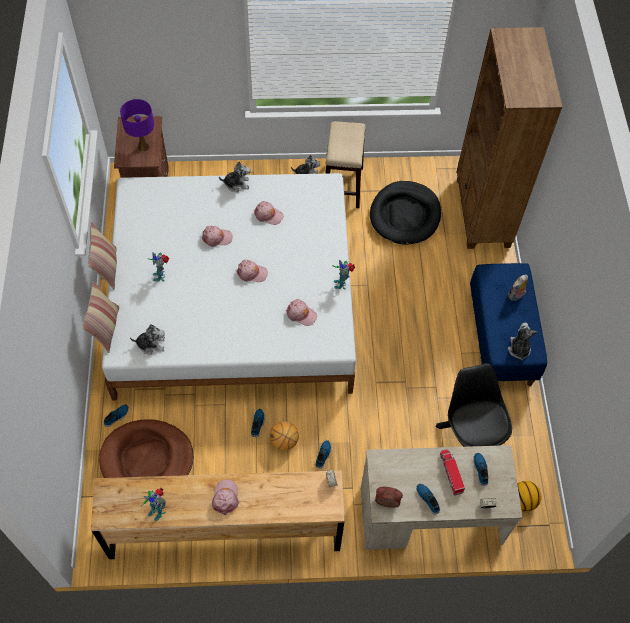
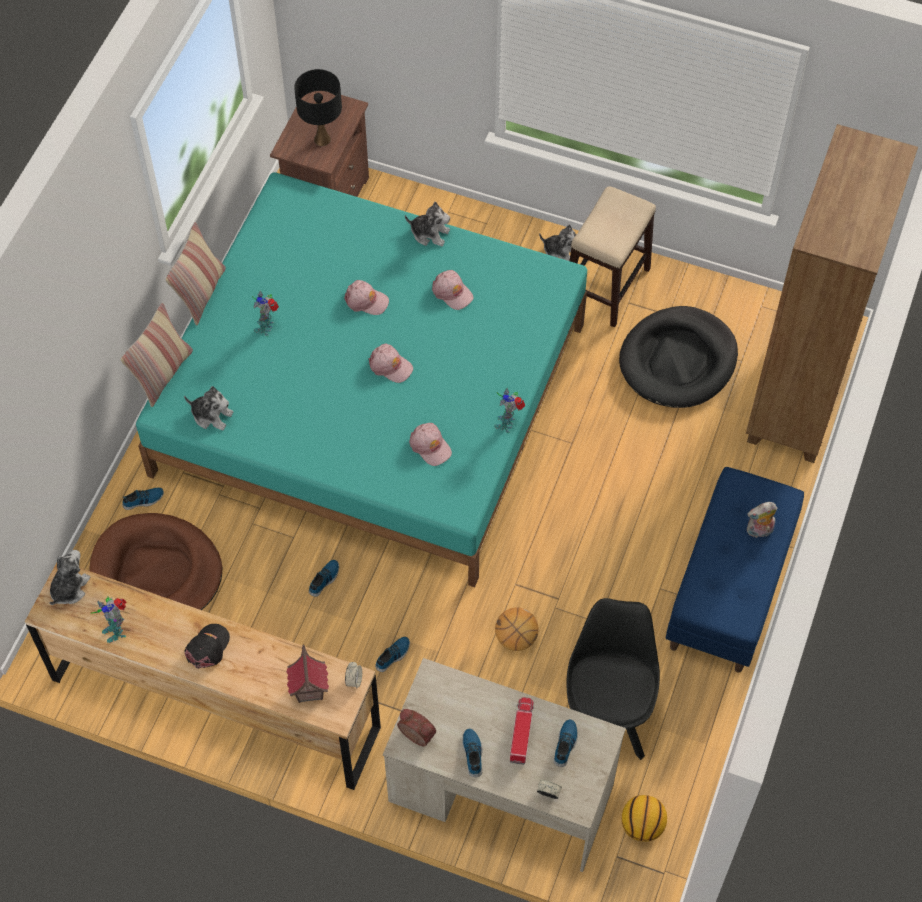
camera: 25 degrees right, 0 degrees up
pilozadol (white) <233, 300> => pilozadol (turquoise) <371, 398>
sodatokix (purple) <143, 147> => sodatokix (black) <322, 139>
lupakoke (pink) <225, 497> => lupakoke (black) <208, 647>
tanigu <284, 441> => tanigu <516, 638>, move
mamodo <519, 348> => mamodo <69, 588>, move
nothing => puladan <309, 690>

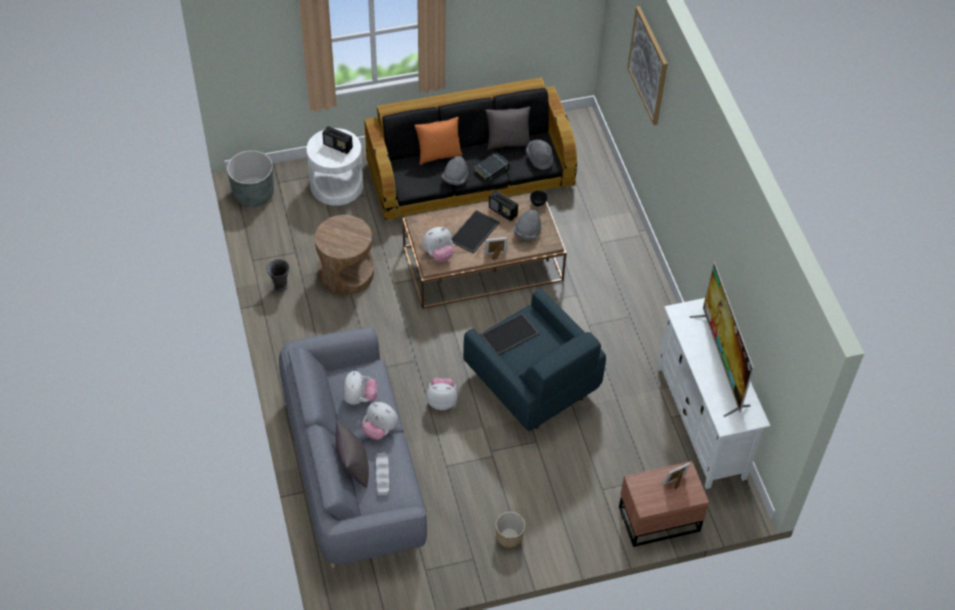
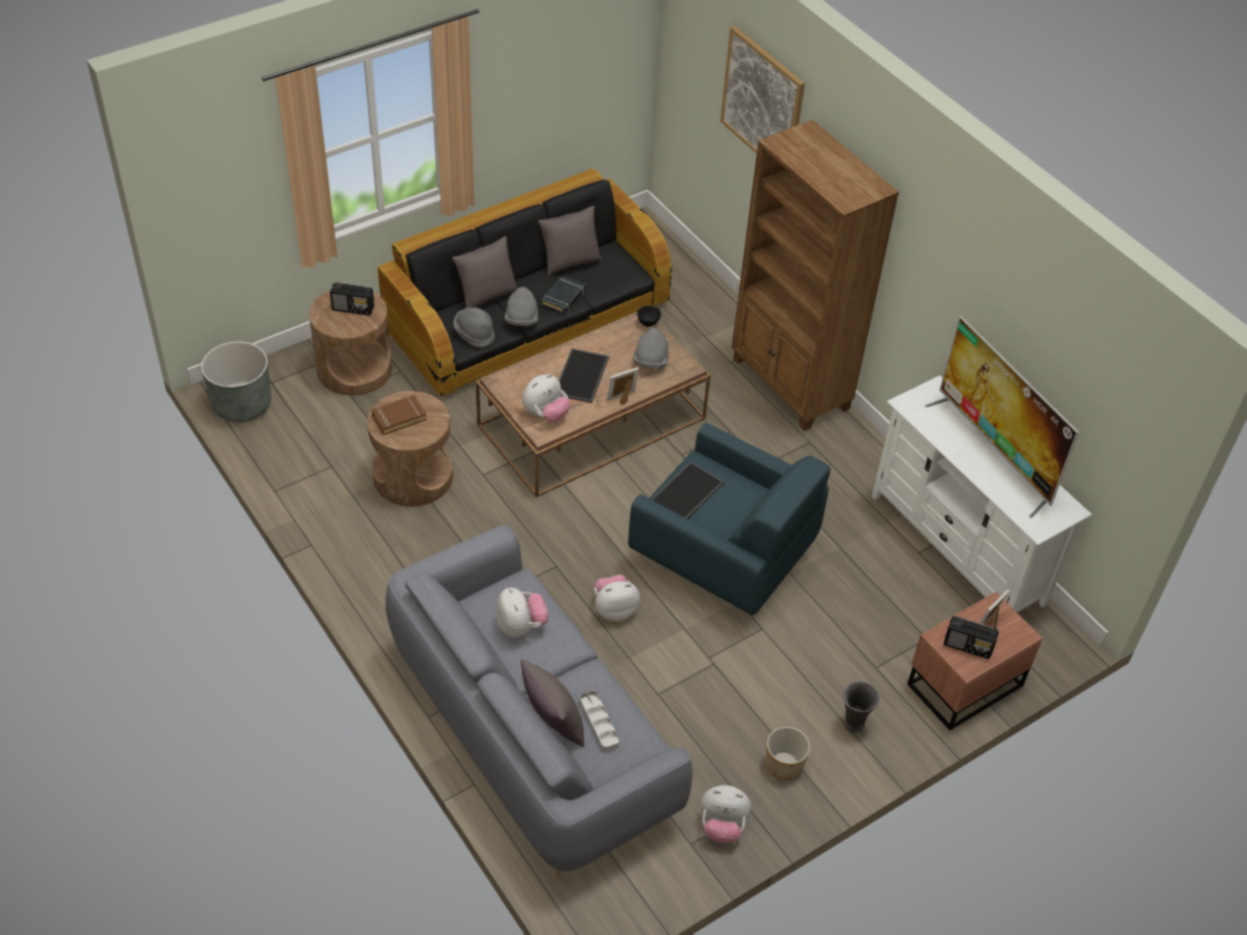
camera: 20 degrees left, 5 degrees down
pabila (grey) <280, 287> => pabila (grey) <853, 724>, move
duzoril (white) <337, 185> => duzoril (brown) <354, 368>
mamodo <380, 429> => mamodo <722, 826>, move
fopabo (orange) <438, 155> => fopabo (grey) <486, 296>
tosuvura <503, 211> => tosuvura <968, 646>, move
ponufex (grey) <539, 158> => ponufex (grey) <474, 334>, move
nothing => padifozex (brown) <399, 417>
nothing => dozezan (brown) <790, 384>

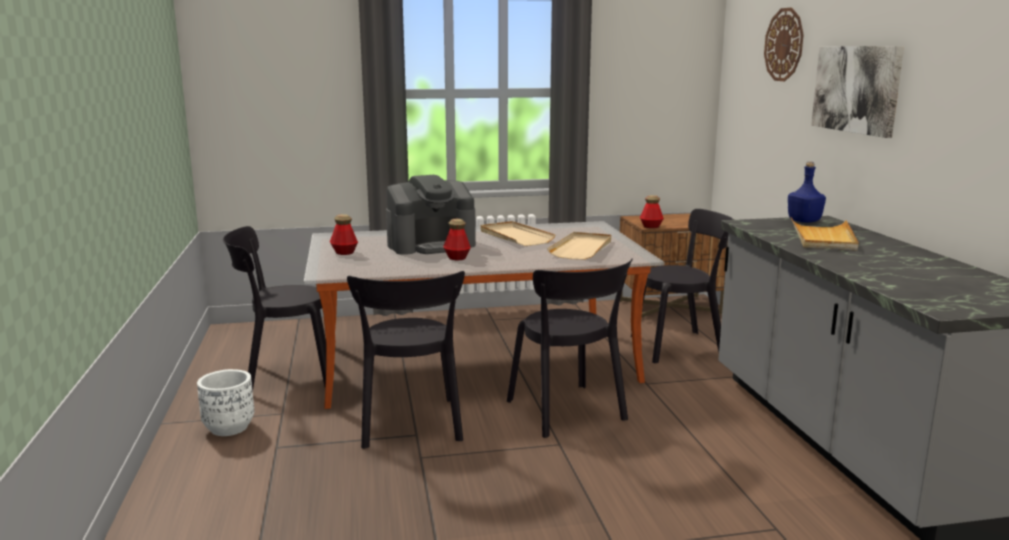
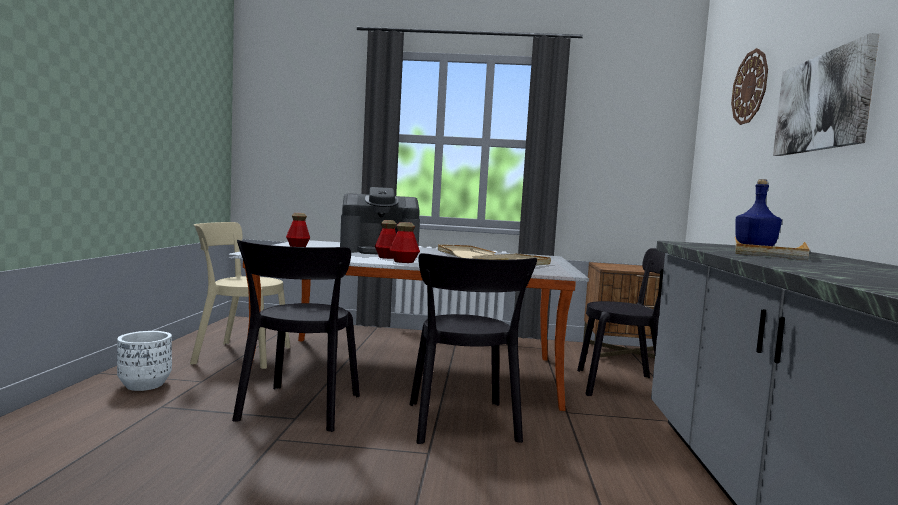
camera: 15 degrees right, 10 degrees down
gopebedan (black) <283, 375> => gopebedan (beige) <238, 355>
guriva <651, 226> => guriva <403, 262>, move

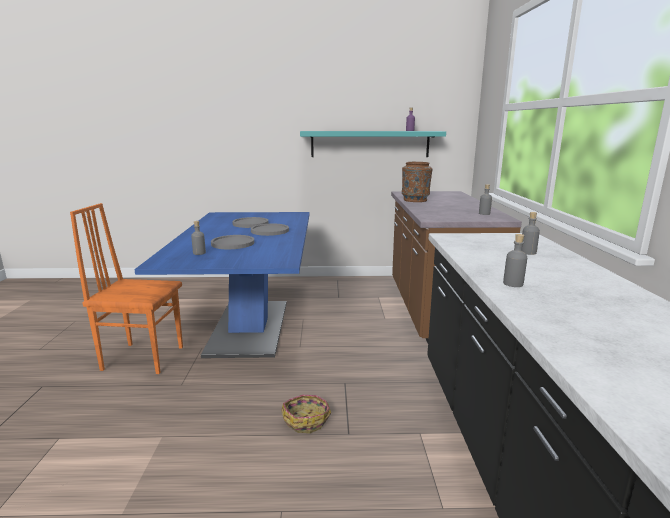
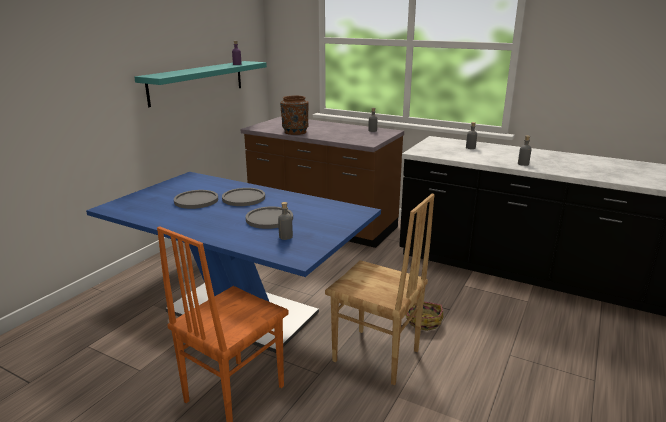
camera: 60 degrees left, 5 degrees up
nothing => gopebedan (brown) <376, 357>

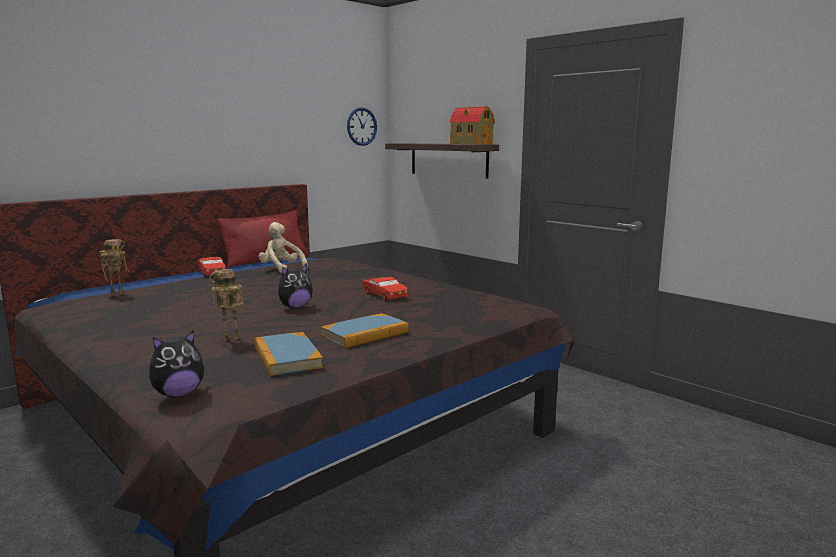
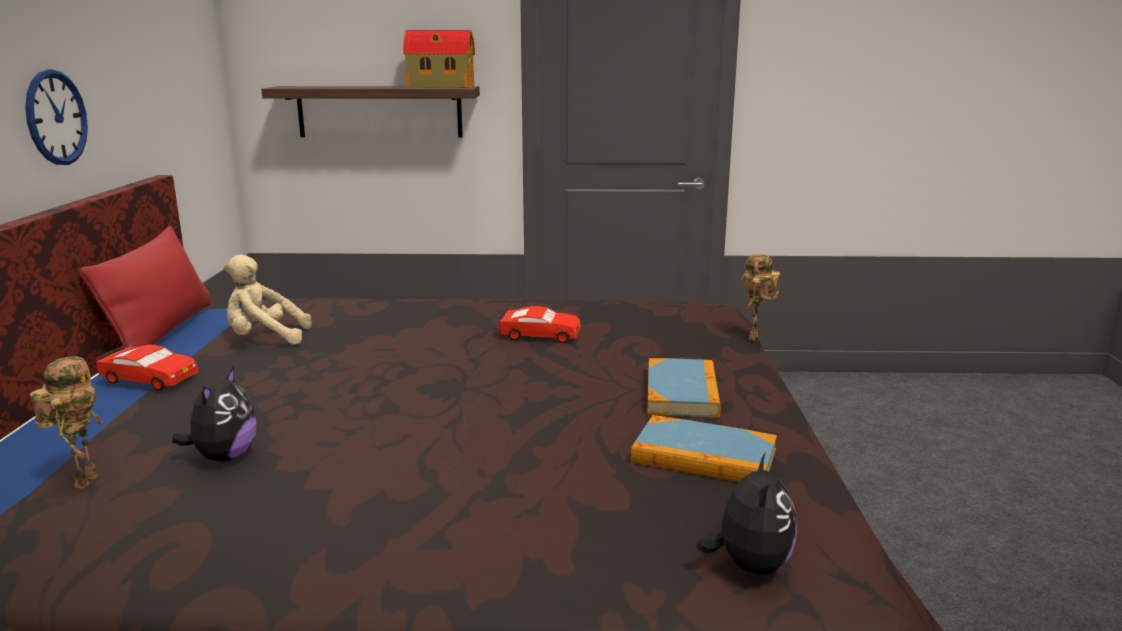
camera: 45 degrees left, 5 degrees up
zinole <230, 339> => zinole <755, 338>, move
mamodo <295, 307> => mamodo <224, 457>, move
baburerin <361, 126> => baburerin <56, 118>, move

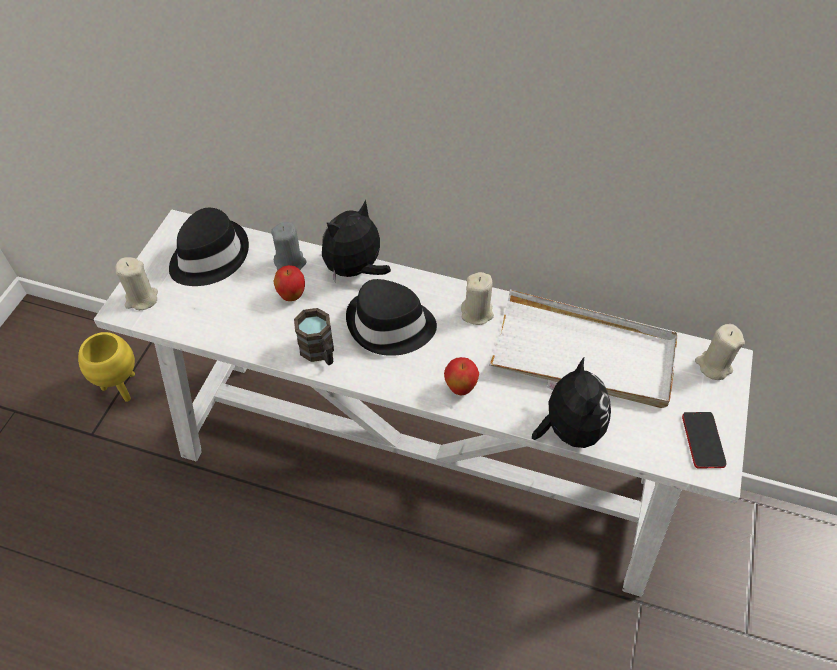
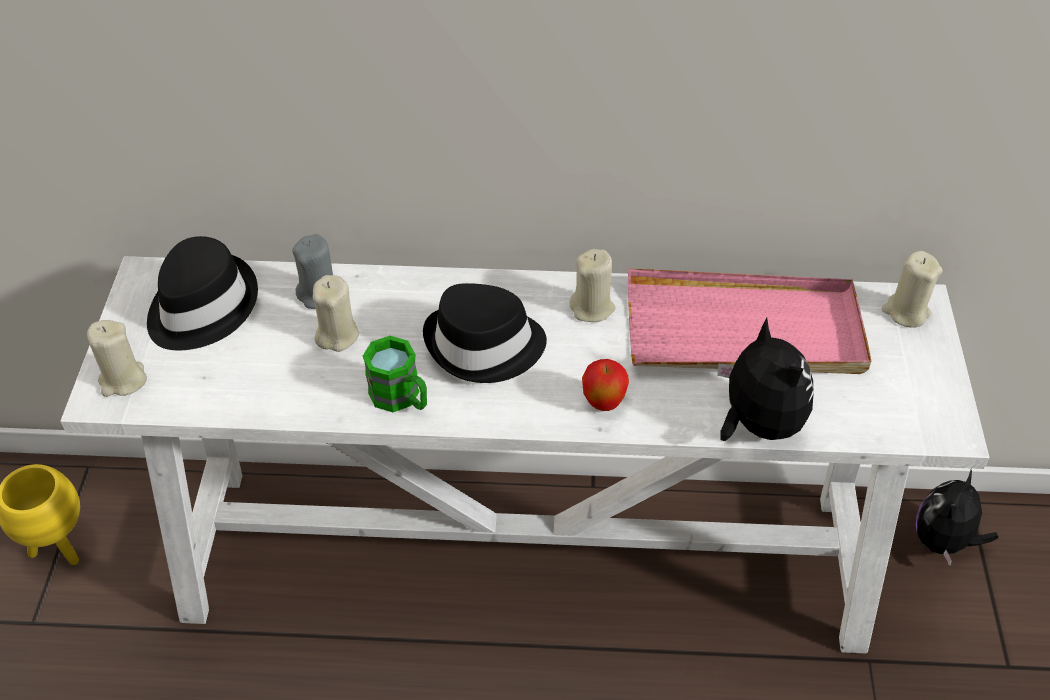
camera: 15 degrees left, 5 degrees down
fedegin <292, 296> => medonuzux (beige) <337, 335>
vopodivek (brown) <320, 352> => vopodivek (green) <401, 398>
mamodo <355, 270> => mamodo <943, 541>, move
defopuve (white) <583, 354> => defopuve (pink) <744, 331>
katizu <703, 440> => nothing

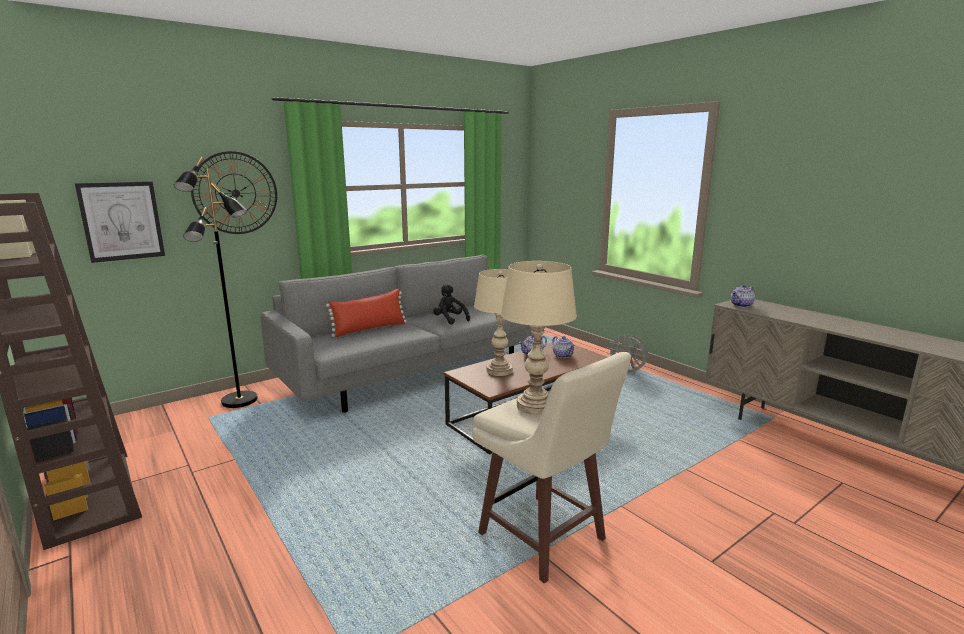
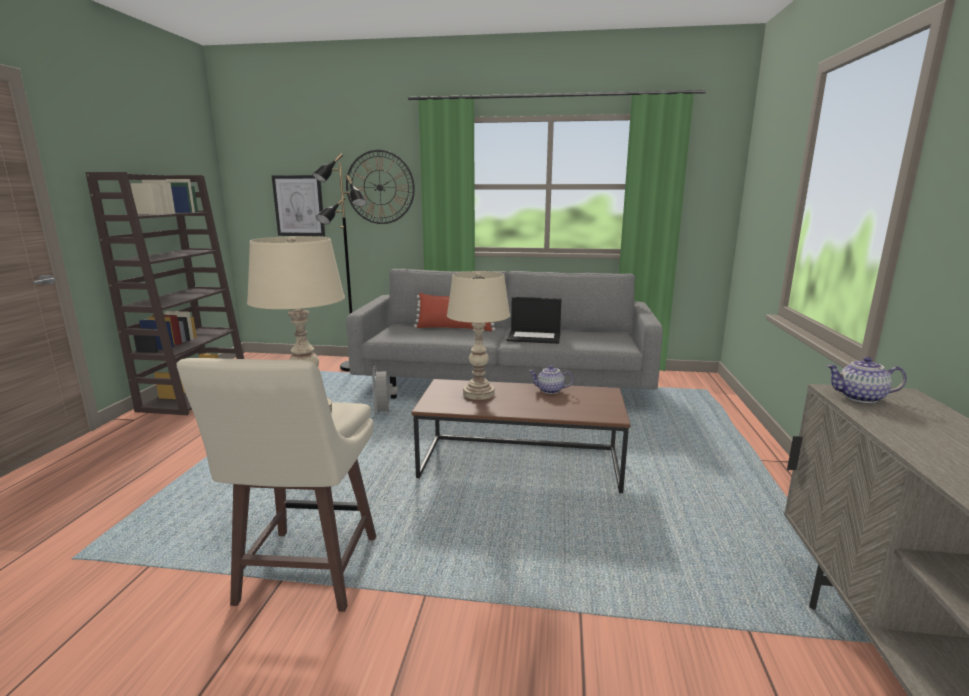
camera: 45 degrees right, 0 degrees up
mamodo (black) <450, 320> => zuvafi <534, 337>
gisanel <563, 355> => nothing
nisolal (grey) <627, 372> => nisolal (grey) <384, 414>, move

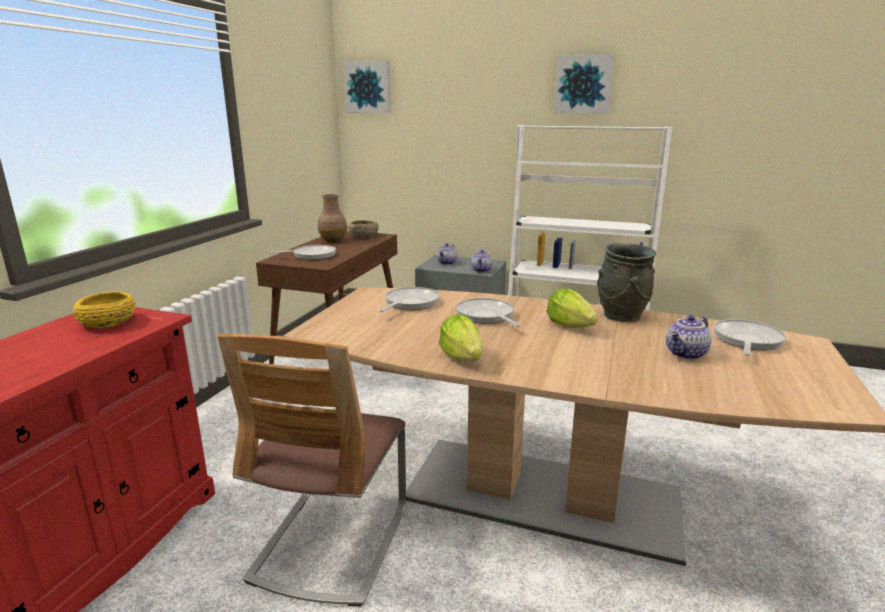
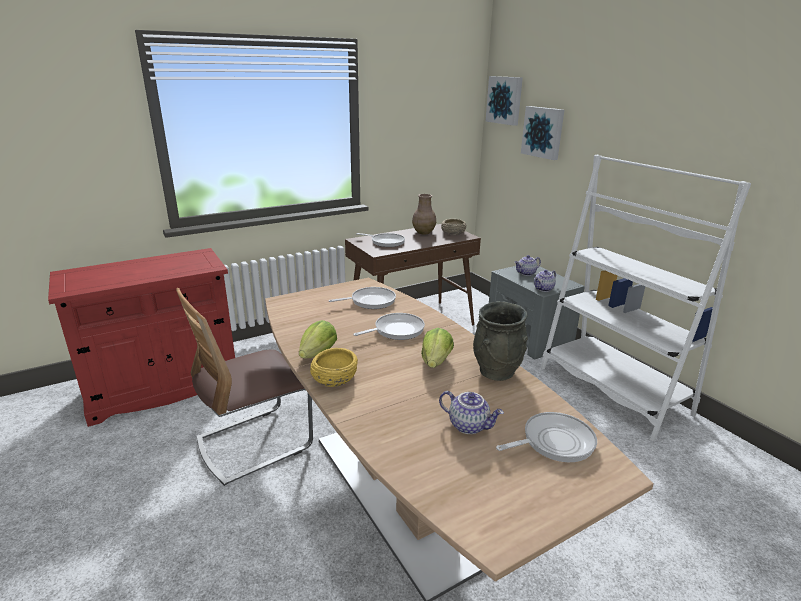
camera: 40 degrees right, 5 degrees up
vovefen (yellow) <107, 322> => vovefen (yellow) <334, 377>, move
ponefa <486, 316> => ponefa <396, 330>, 45 degrees clockwise
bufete <583, 84> => bufete <543, 132>, move
gisanel <686, 354> => gisanel <469, 425>, 150 degrees counterclockwise

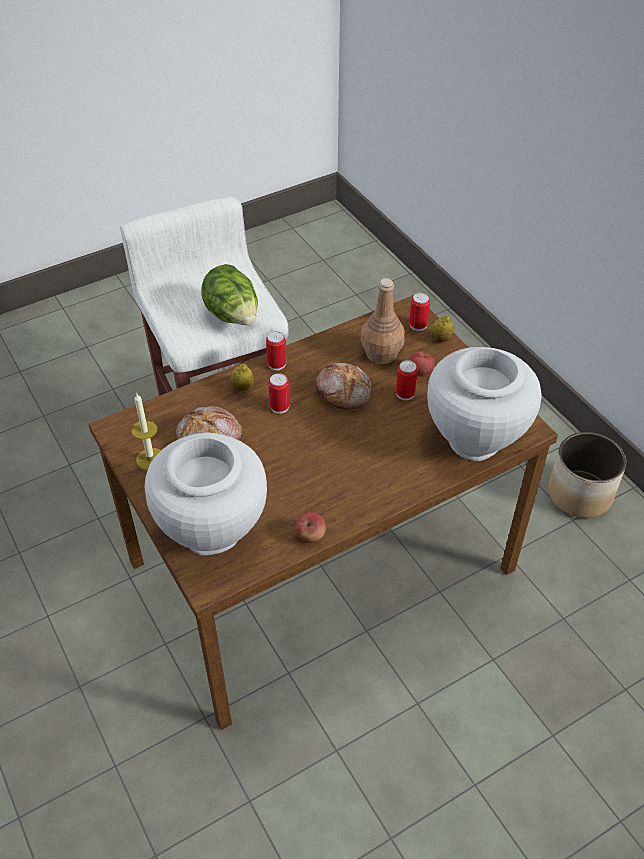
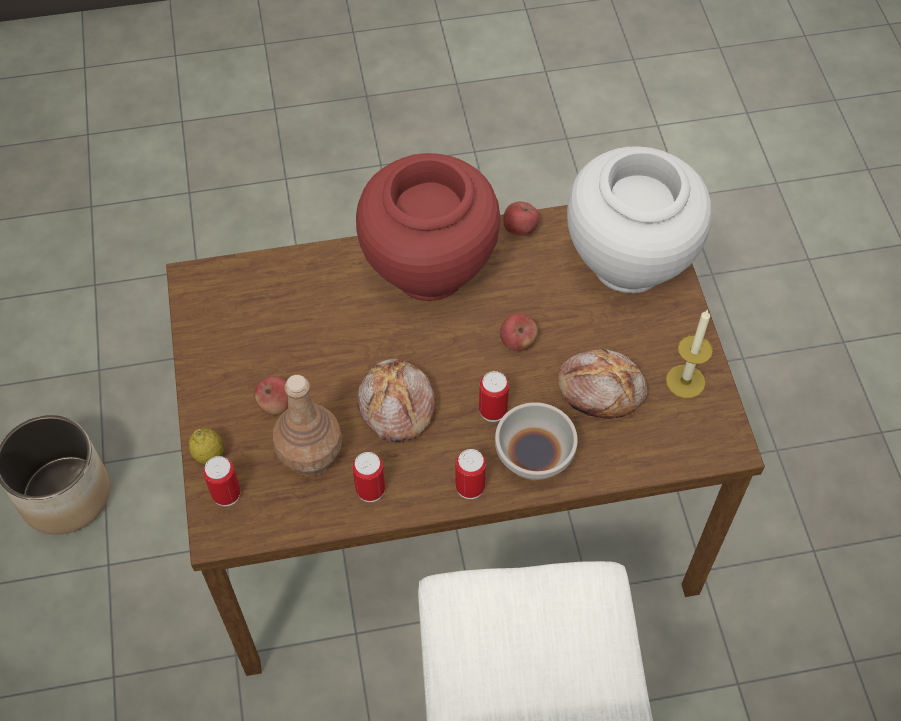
camera: 160 degrees left, 10 degrees up
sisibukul <233, 317> => nothing
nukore <242, 387> => vovefen (white) <533, 459>
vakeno <405, 393> => vakeno <370, 489>, move
pabila (white) <474, 440> => nothing
nothing => pabila (red) <428, 273>
nothing => fedegin <517, 342>

